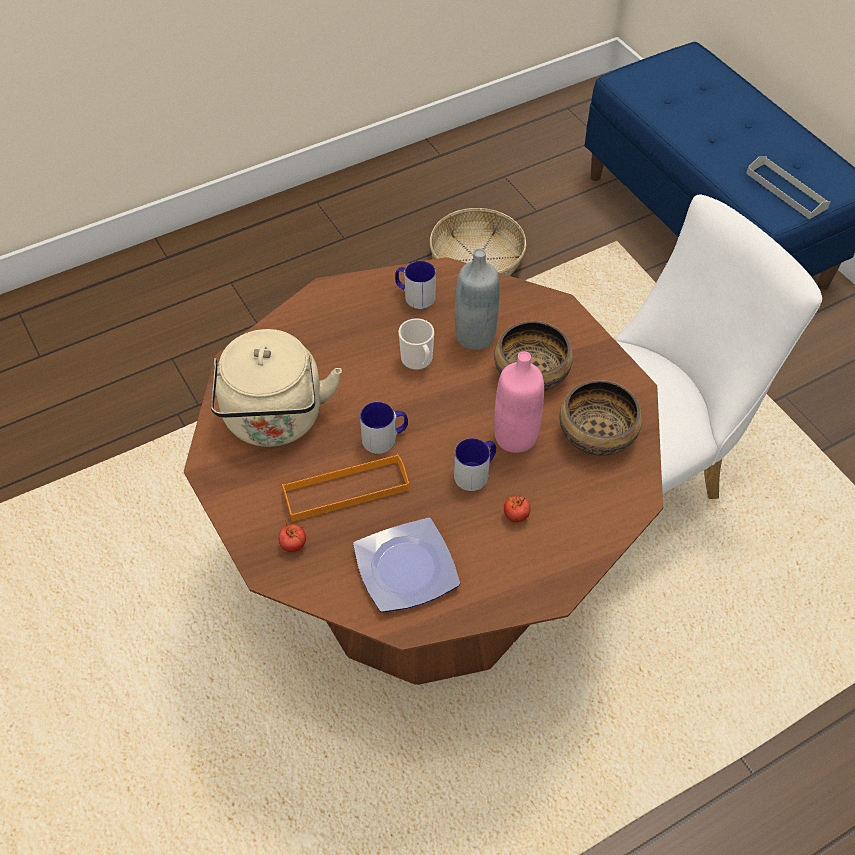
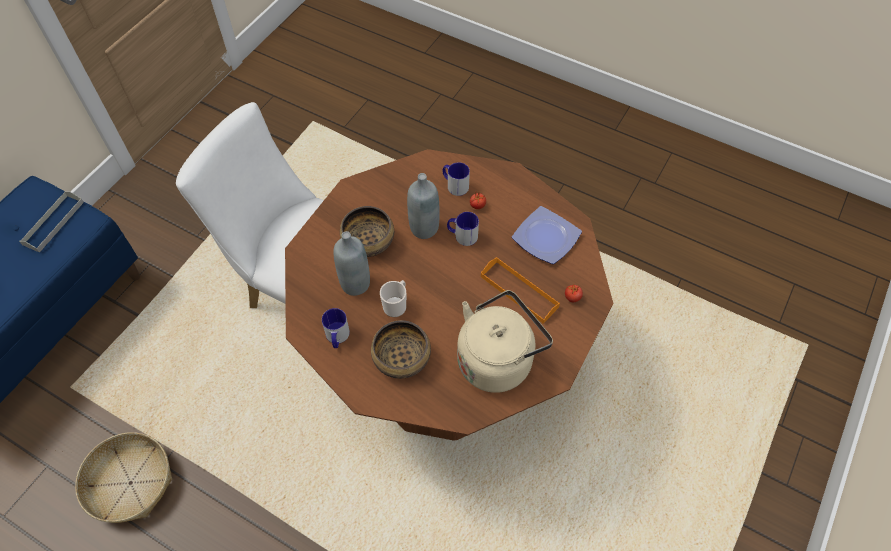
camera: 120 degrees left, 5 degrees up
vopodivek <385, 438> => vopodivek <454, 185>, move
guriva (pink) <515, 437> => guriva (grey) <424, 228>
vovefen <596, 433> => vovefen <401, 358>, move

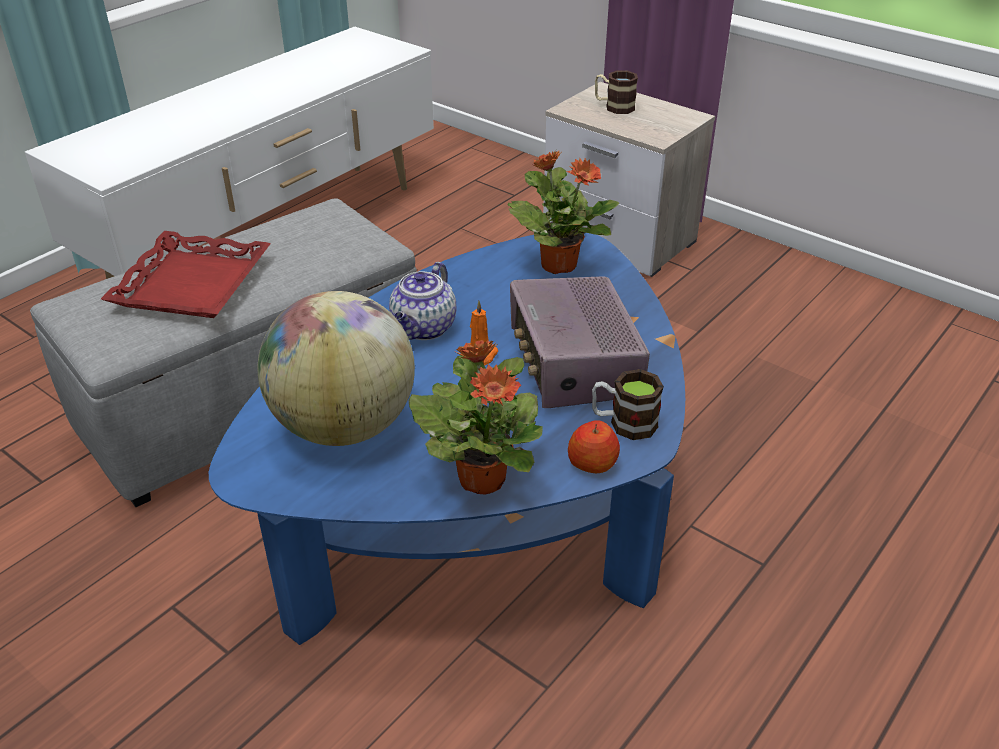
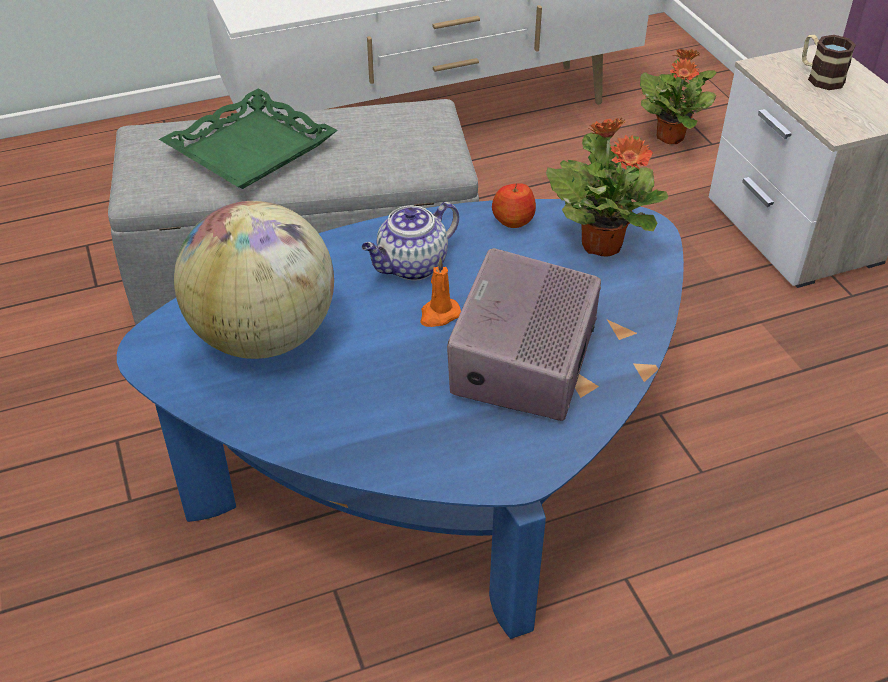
camera: 30 degrees right, 5 degrees up
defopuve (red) <193, 285> => defopuve (green) <251, 150>
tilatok <482, 477> => tilatok <670, 136>, move
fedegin <592, 463> => fedegin <513, 220>, move
vopodivek <623, 423> => nothing

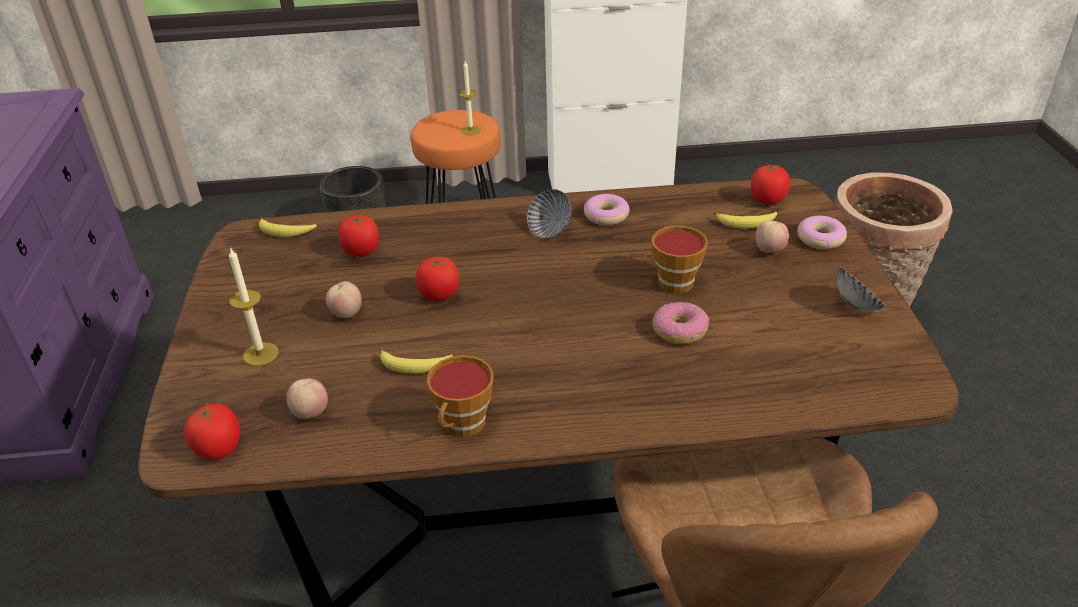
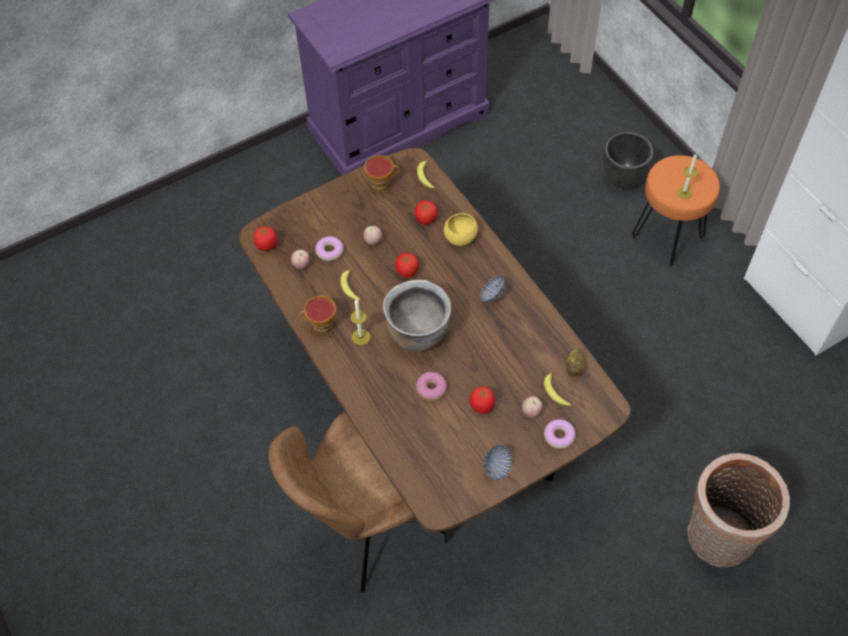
camera: 65 degrees right, 20 degrees up
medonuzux <260, 354> => medonuzux <361, 337>, move
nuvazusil <606, 215> => nuvazusil <330, 251>, move
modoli <676, 280> => modoli <382, 183>, move
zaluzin <768, 200> => zaluzin <482, 406>, move
nothing => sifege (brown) <417, 332>
nothing => vovefen (yellow) <460, 238>
nothing => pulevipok <575, 367>

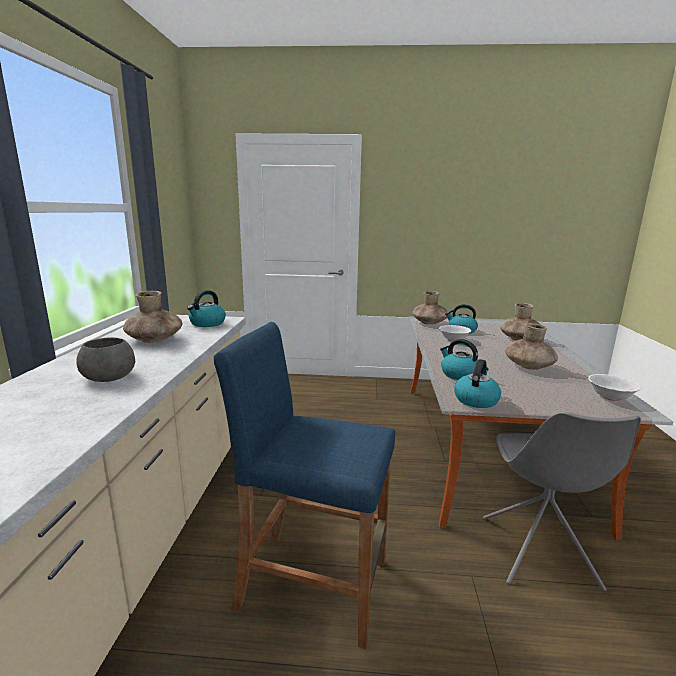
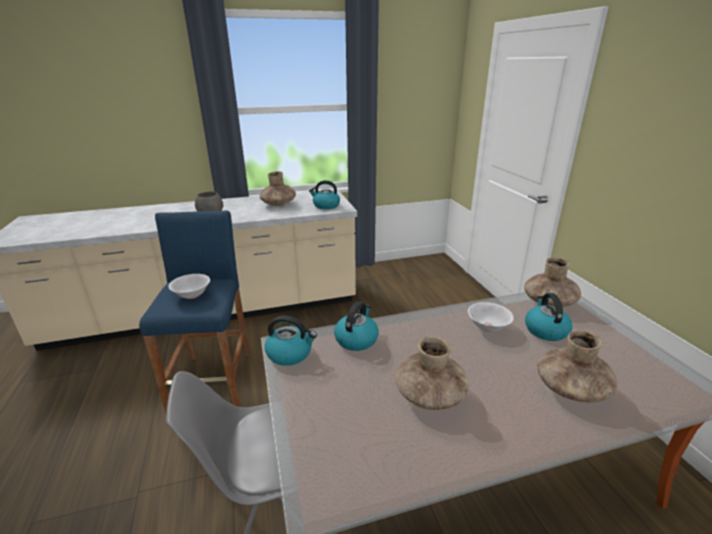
camera: 70 degrees right, 10 degrees up
vovefen (white) <610, 397> => vovefen (white) <192, 295>, move

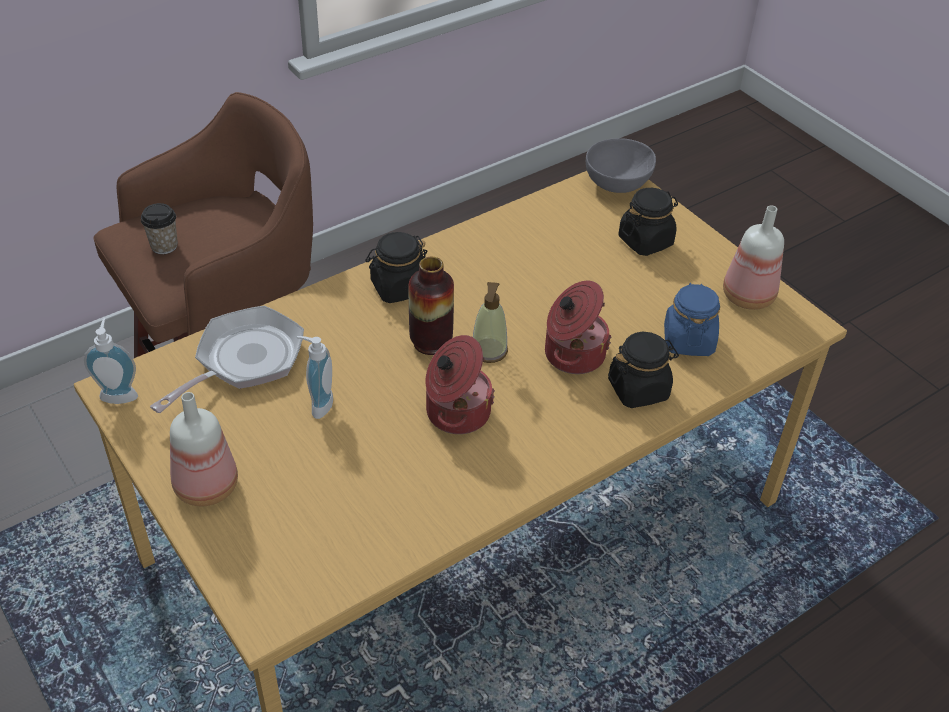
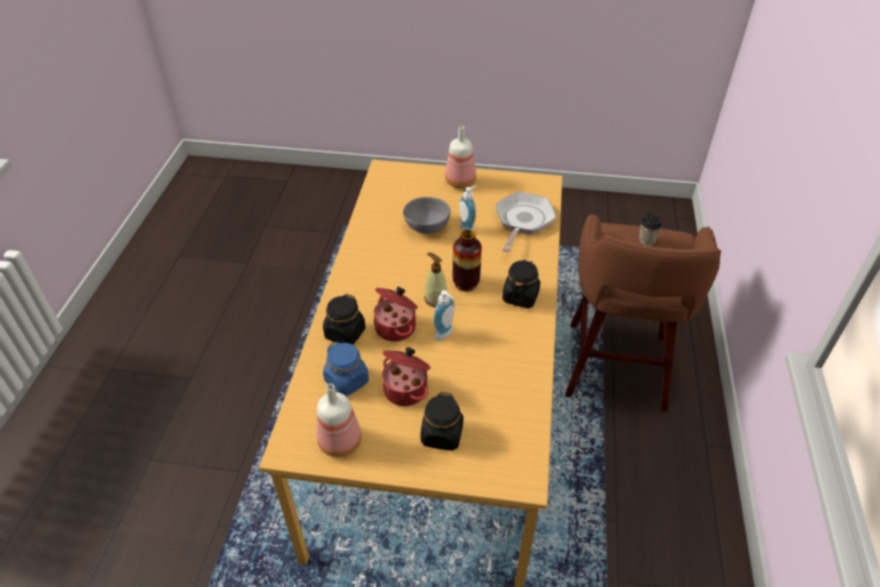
camera: 135 degrees right, 0 degrees up
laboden <119, 394> => laboden <446, 335>, move
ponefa <244, 361> => ponefa <522, 221>, 150 degrees counterclockwise
sifege <456, 412> => sifege <406, 389>, move
vovefen (grey) <619, 184> => vovefen (grey) <425, 227>, move

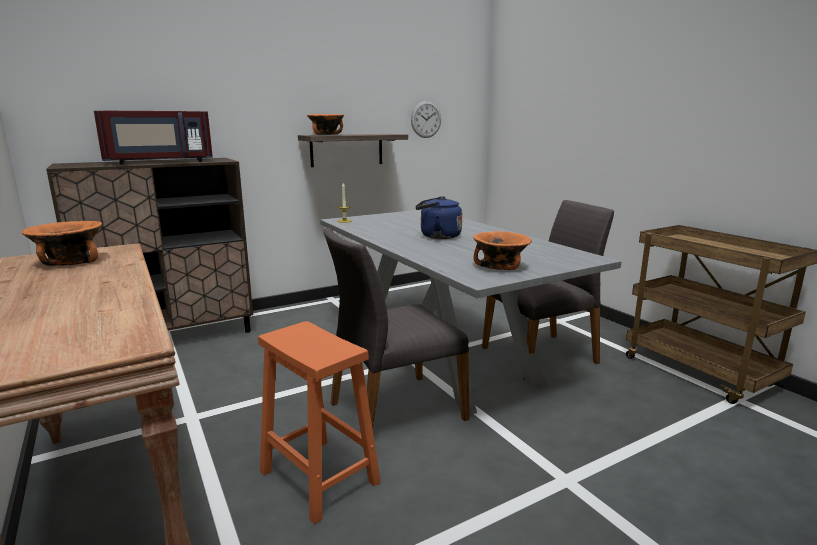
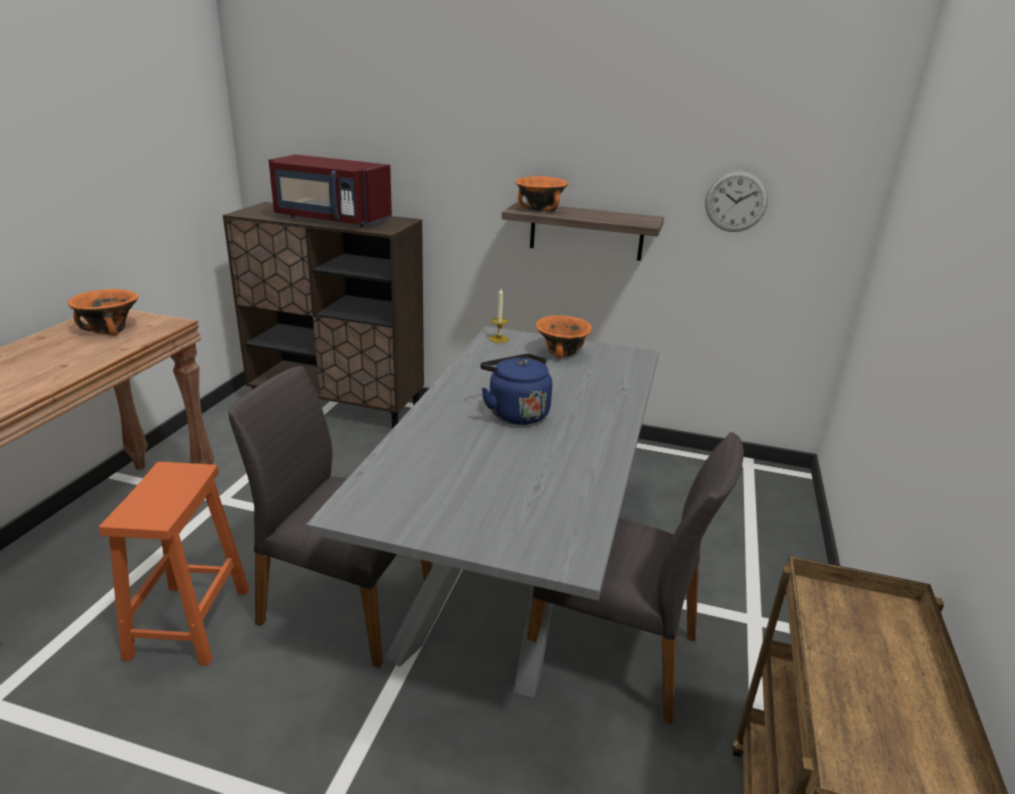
camera: 45 degrees right, 10 degrees up
vovefen (orange) <499, 267> => vovefen (orange) <561, 353>, move

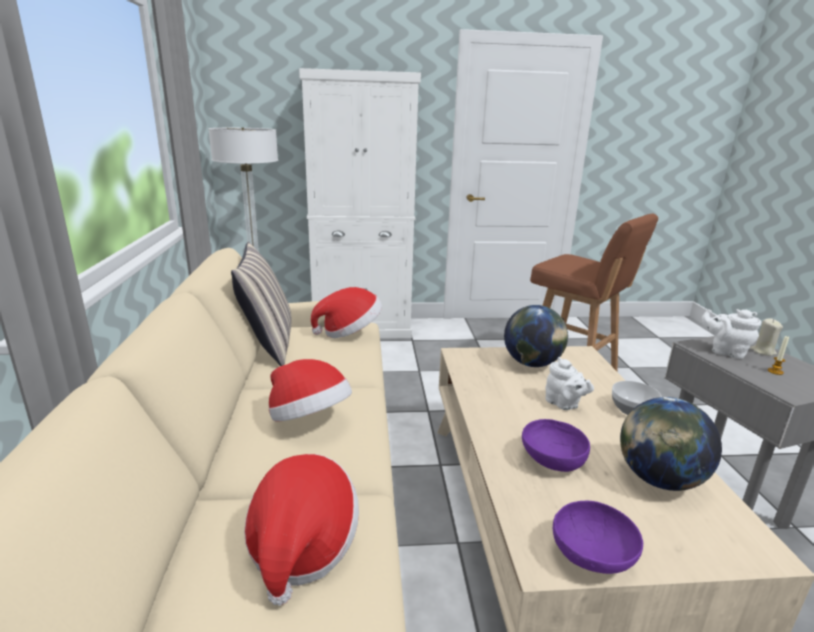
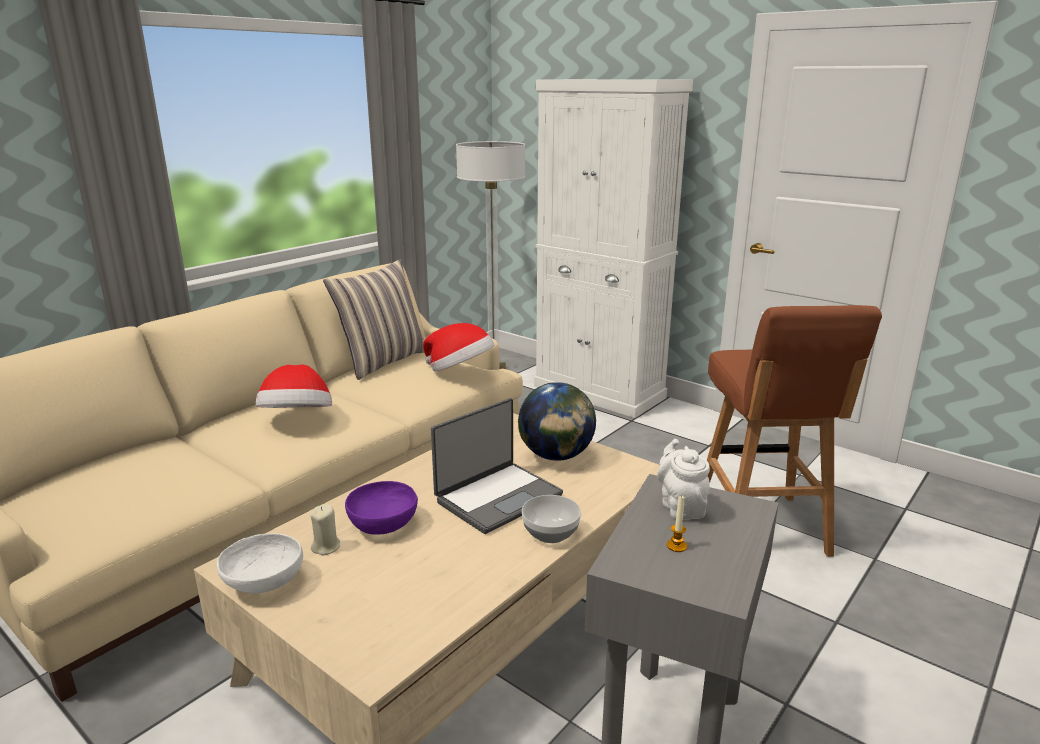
camera: 45 degrees right, 0 degrees up
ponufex <302, 546> => nothing
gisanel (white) <564, 404> => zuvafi <497, 497>
vovefen (purple) <592, 557> => vovefen (white) <263, 583>
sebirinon <658, 480> => nothing
medonuzux (beige) <762, 351> => medonuzux (beige) <326, 547>, move

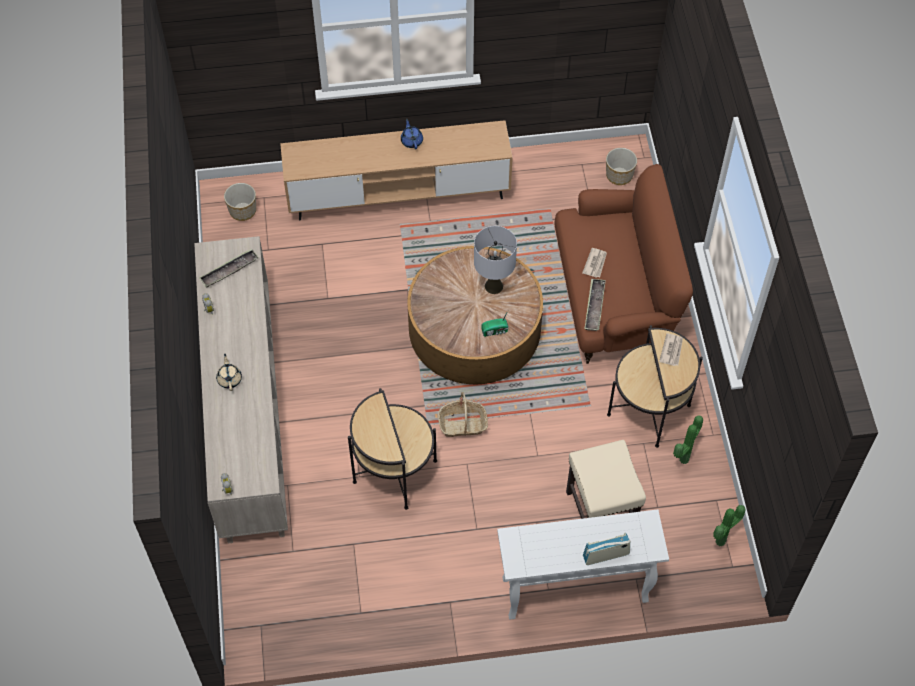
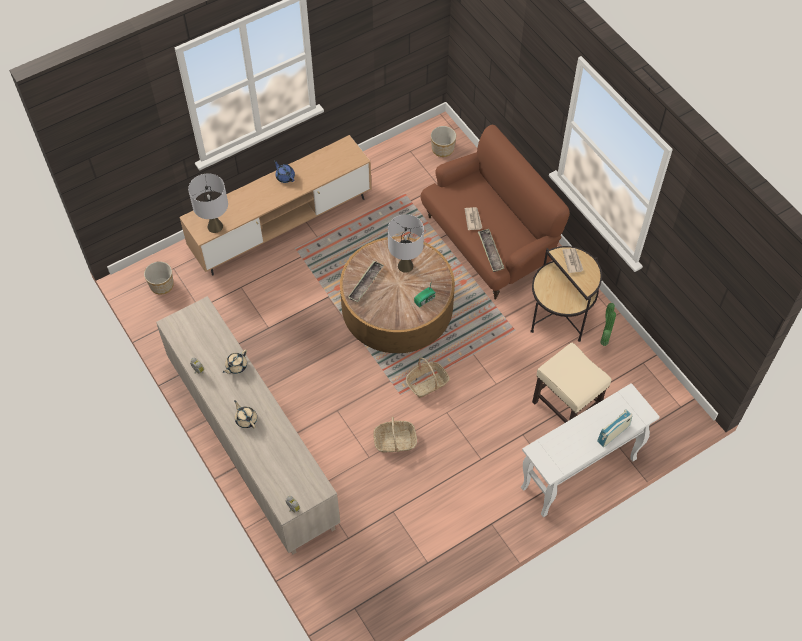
camera: 25 degrees left, 0 degrees up
defopuve <229, 270> => defopuve <366, 283>, move
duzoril <395, 471> => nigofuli <395, 441>
tilatok <722, 542> => nothing
nothing => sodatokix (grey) <215, 226>
nothing => gisanel (beige) <236, 366>

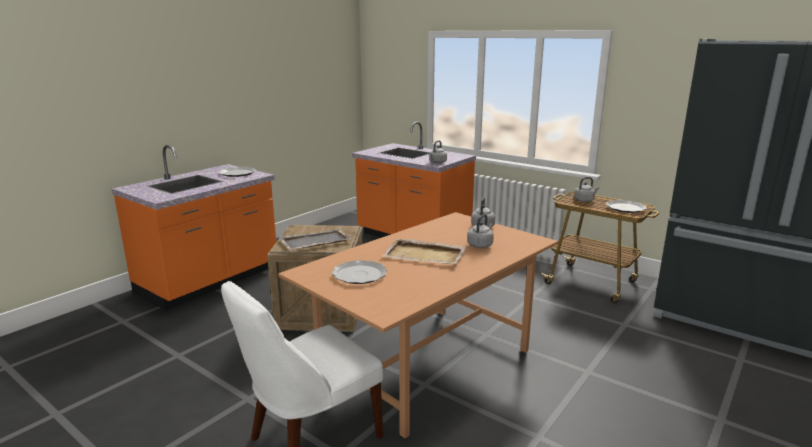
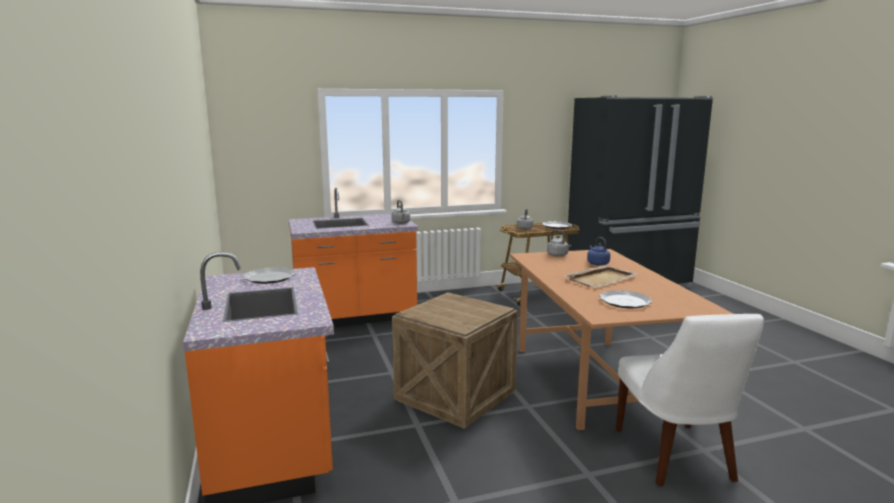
camera: 55 degrees left, 5 degrees down
defopuve (grey) <314, 241> => nothing
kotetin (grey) <480, 245> => kotetin (blue) <597, 263>

